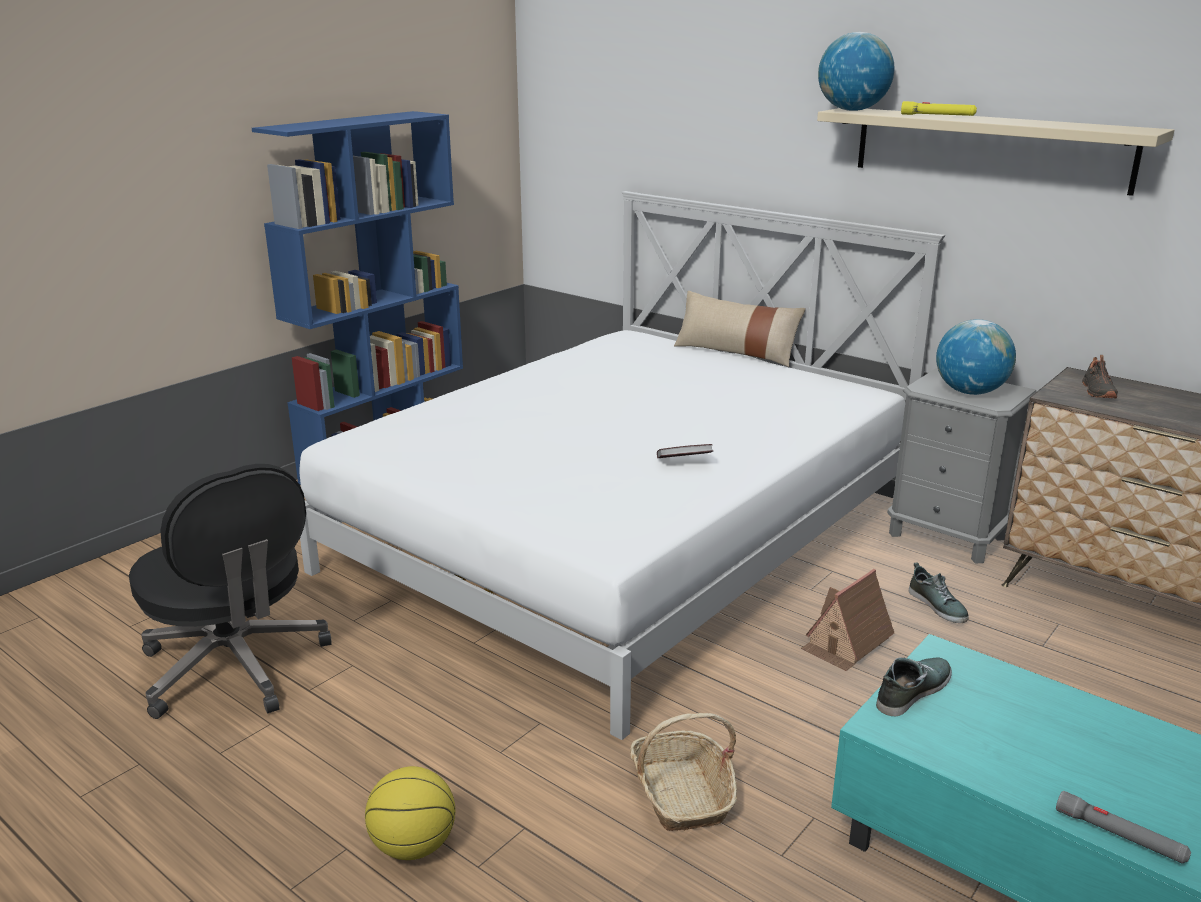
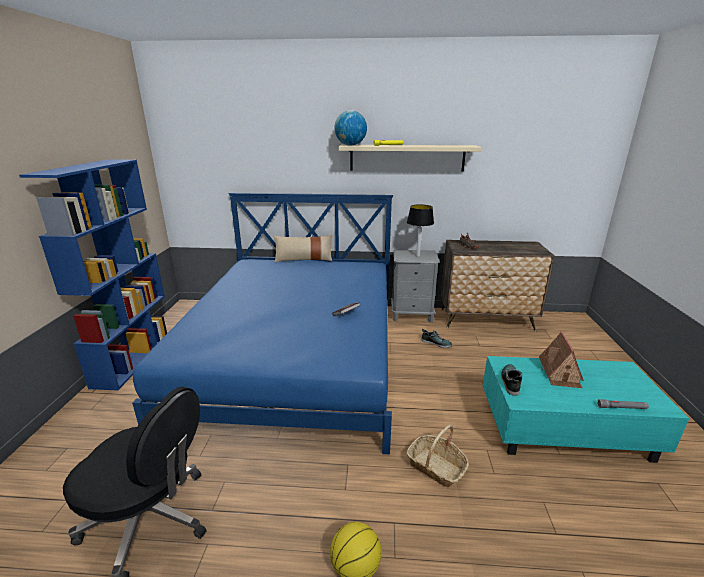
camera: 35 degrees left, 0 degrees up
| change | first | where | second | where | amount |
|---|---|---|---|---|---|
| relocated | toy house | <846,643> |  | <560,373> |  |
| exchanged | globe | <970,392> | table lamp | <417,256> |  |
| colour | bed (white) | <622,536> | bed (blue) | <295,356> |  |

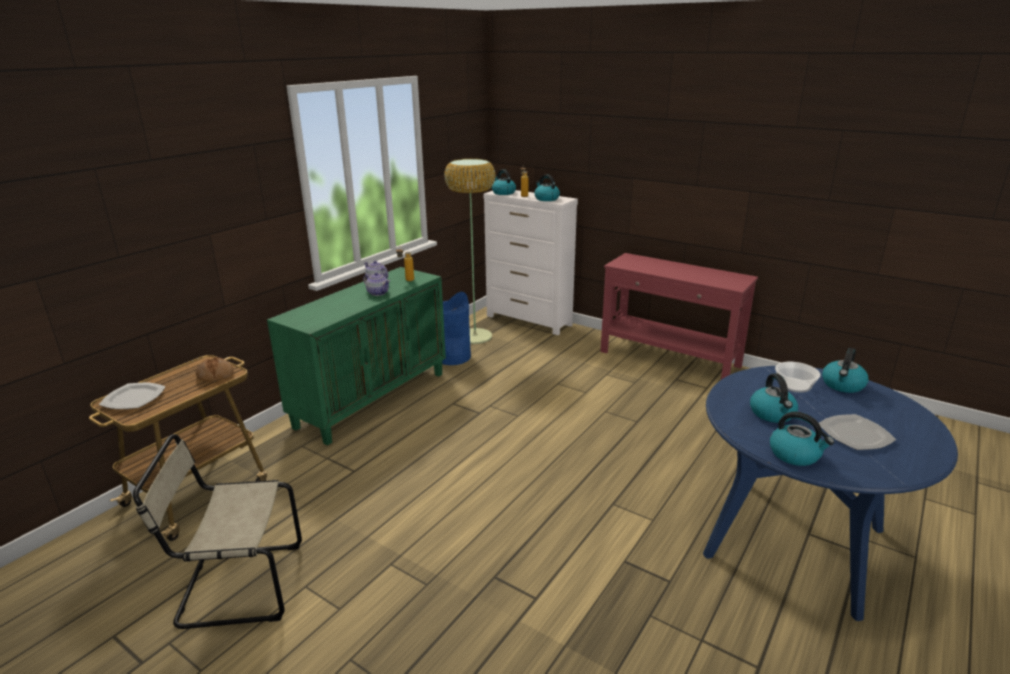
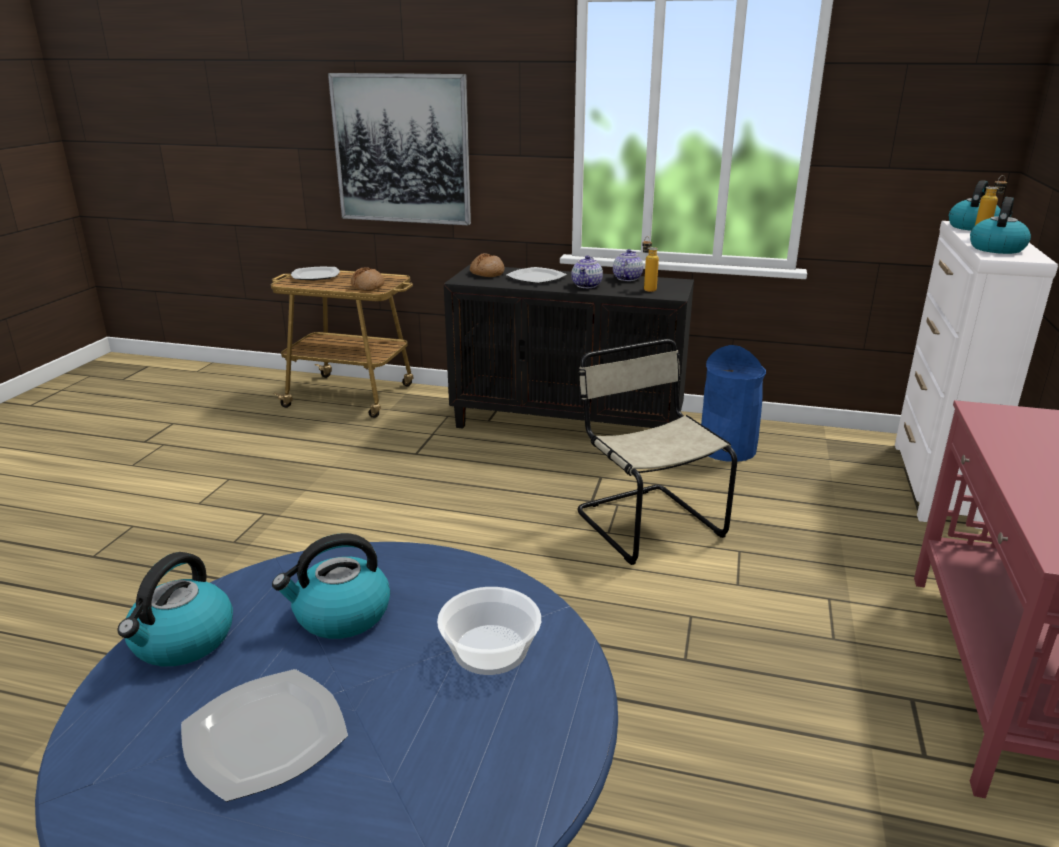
camera: 70 degrees right, 0 degrees up
| change | first | where | second | where | amount |
|---|---|---|---|---|---|
| missing | floor lamp | <475,336> |  |  |  |
| missing | kettle | <843,385> |  |  |  |
| appeared |  |  | picture | <402,149> |  |
| appeared |  |  | bread | <487,273> |  |
| appeared |  |  | plate | <537,278> |  |
| relocated | chair (beige) | <237,585> |  | <645,521> |  |
| colour | cabinet (green) | <372,399> | cabinet (black) | <568,425> |  |

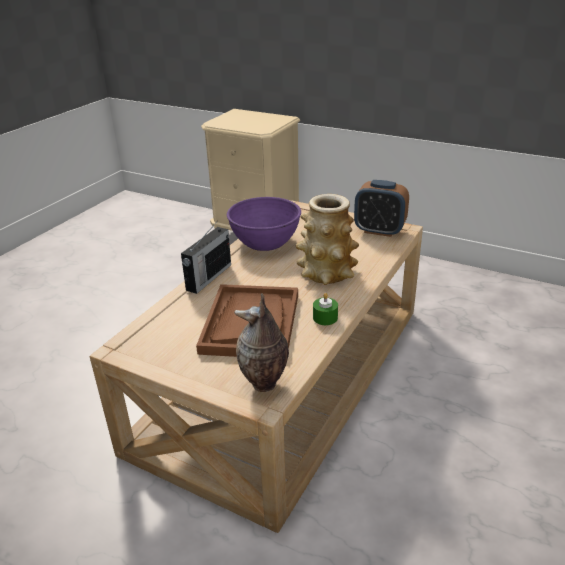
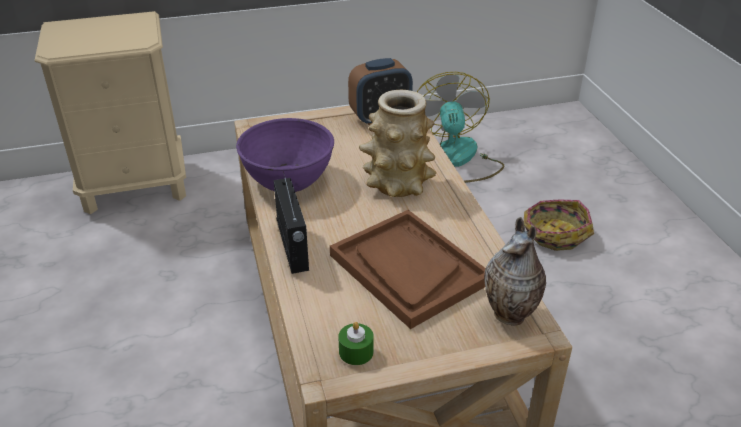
camera: 45 degrees left, 5 degrees up
| change | first | where | second | where | amount |
|---|---|---|---|---|---|
| appeared |  |  | fan | <457,160> |  |
| appeared |  |  | basket | <554,233> |  |
| relocated | candle (green) | <325,318> |  | <356,352> |  |

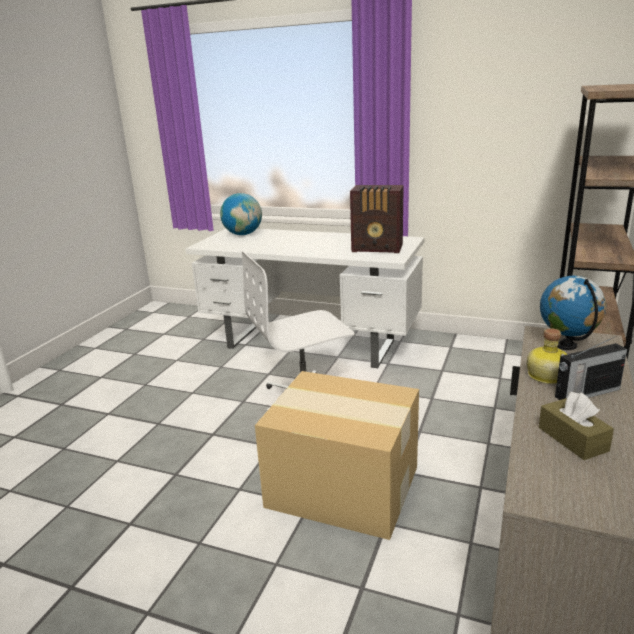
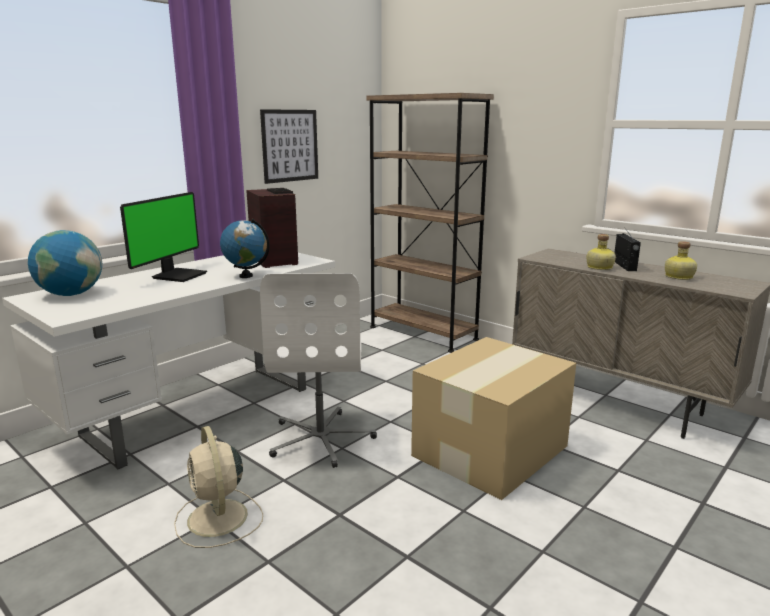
camera: 70 degrees left, 5 degrees down
| change | first | where | second | where | amount |
|---|---|---|---|---|---|
| appeared |  |  | monitor | <178,275> |  |
| appeared |  |  | fan (beige) | <218,519> |  |
| appeared |  |  | picture | <290,145> |  |
| relocated | globe | <567,346> |  | <246,276> |  |
| exchanged | tissue box (brown) | <572,439> | bottle | <678,277> |  |
| spun | radio | <378,248> |  | <275,260> | 60 degrees counterclockwise |

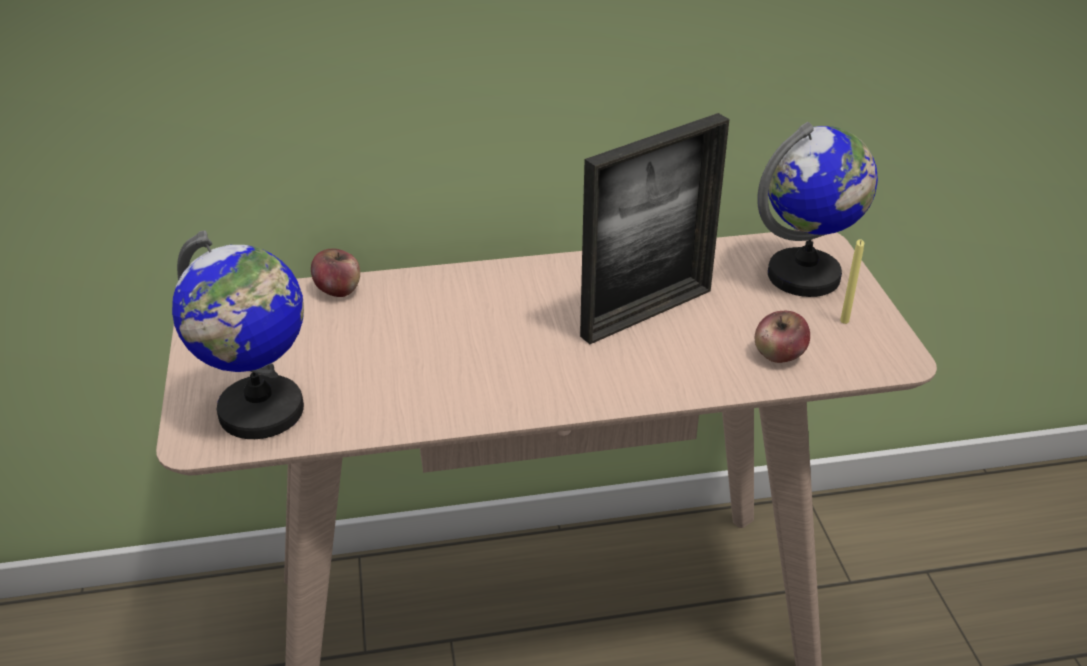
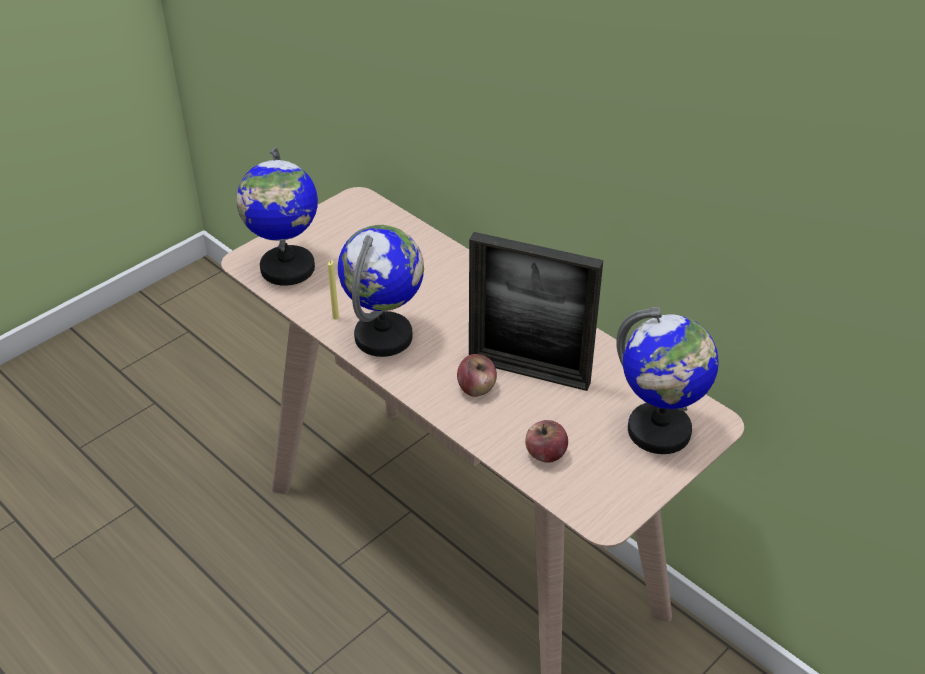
camera: 55 degrees right, 5 degrees up
| change | first | where | second | where | amount |
|---|---|---|---|---|---|
| appeared |  |  | globe | <384,336> |  |
| relocated | apple | <338,290> |  | <476,388> |  |
| relocated | candle (yellow) | <844,321> |  | <335,317> |  |

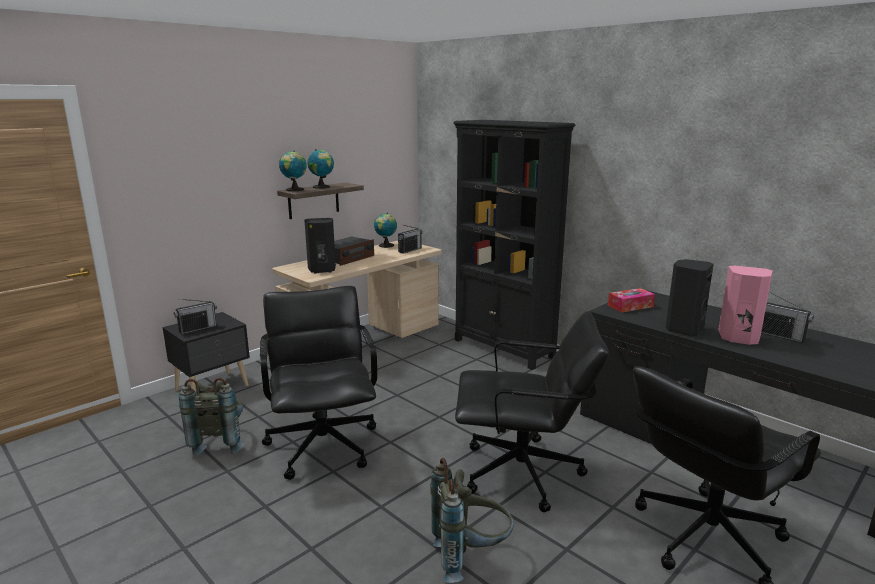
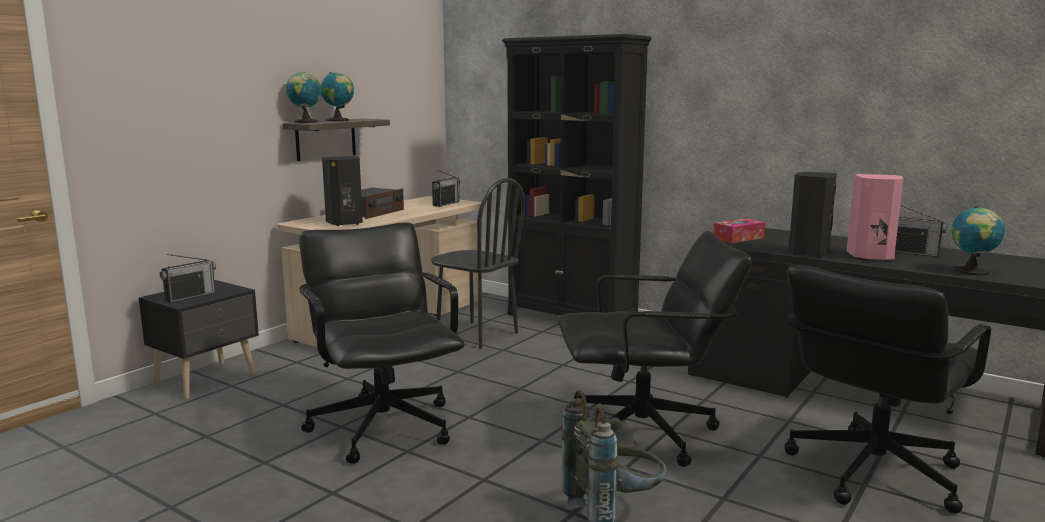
camera: 10 degrees left, 5 degrees down
| change | first | where | second | where | amount |
|---|---|---|---|---|---|
| missing | backpack (grey) | <219,441> |  |  |  |
| appeared |  |  | chair (black) | <476,334> |  |
| relocated | globe | <386,246> |  | <972,272> |  |

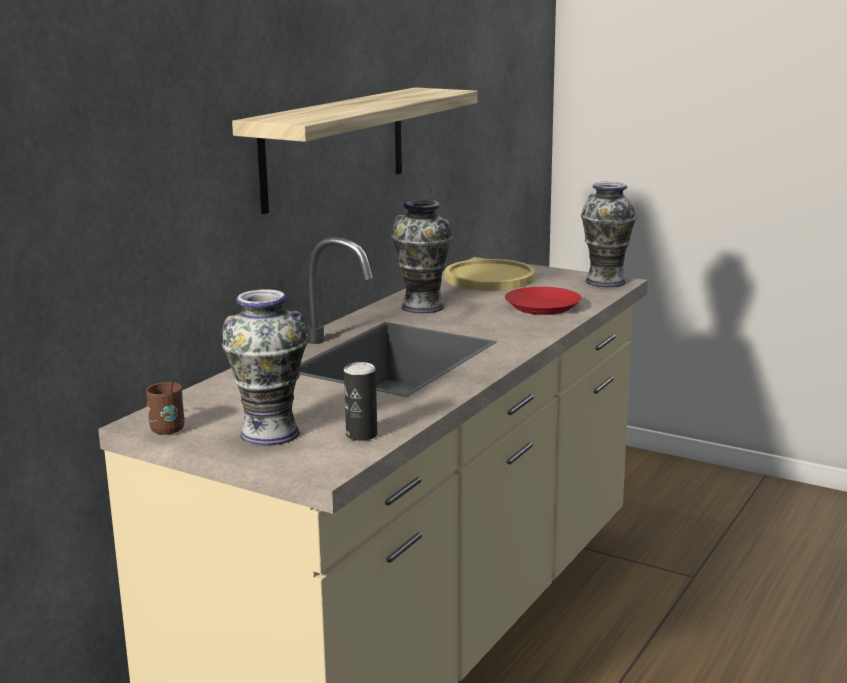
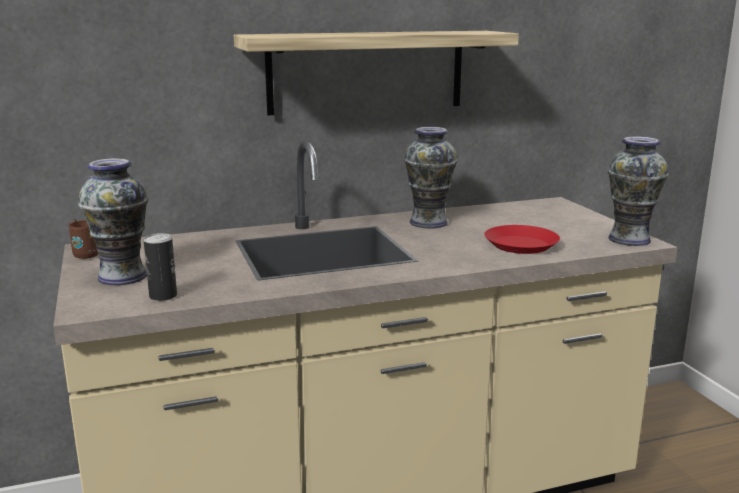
camera: 40 degrees right, 0 degrees up
| change | first | where | second | where | amount |
|---|---|---|---|---|---|
| missing | plate (yellow) | <489,278> |  |  |  |

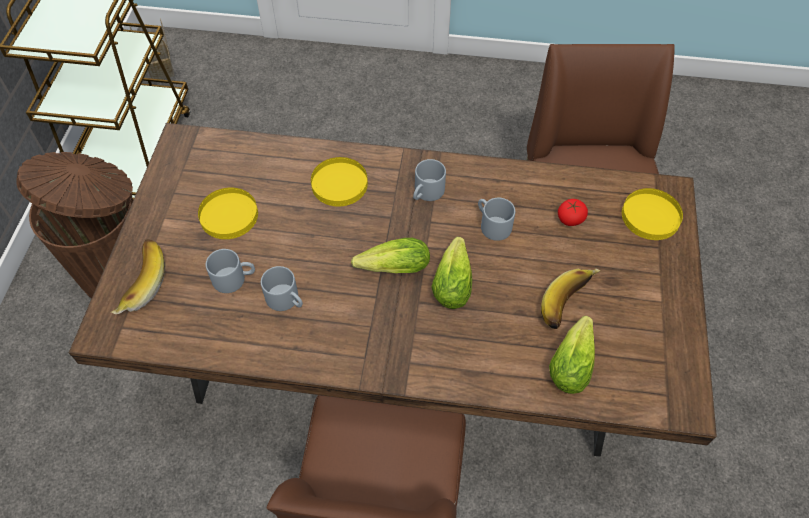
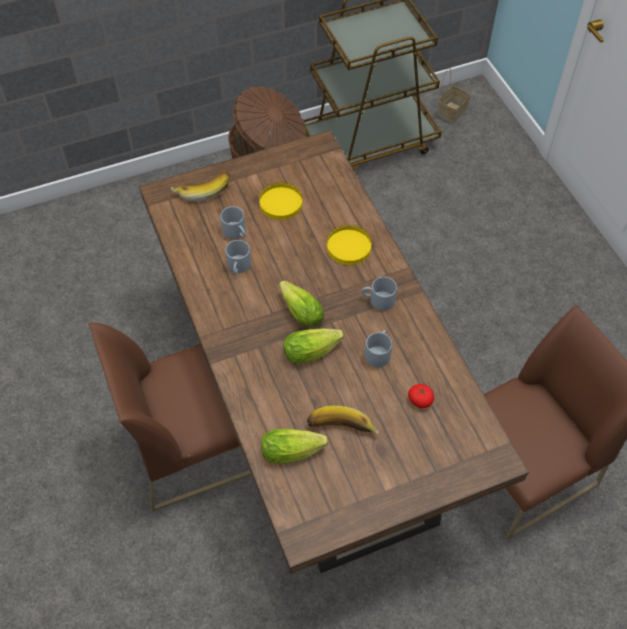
camera: 60 degrees right, 0 degrees up
| change | first | where | second | where | amount |
|---|---|---|---|---|---|
| missing | plate (yellow) | <650,216> |  |  |  |

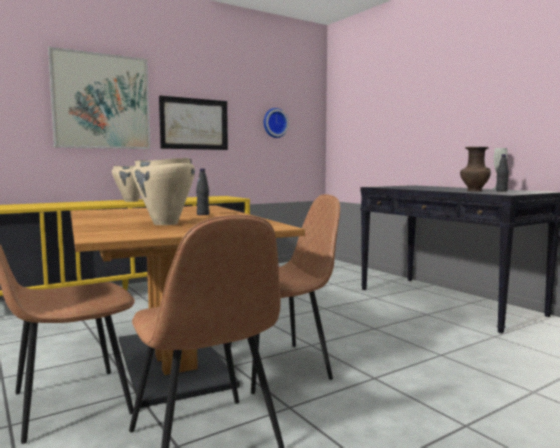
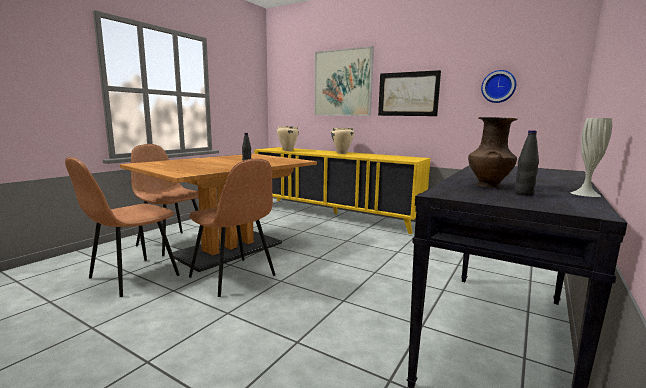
camera: 65 degrees right, 5 degrees up
| change | first | where | second | where | amount |
|---|---|---|---|---|---|
| relocated | cooking pot (beige) | <165,224> |  | <287,150> |  |

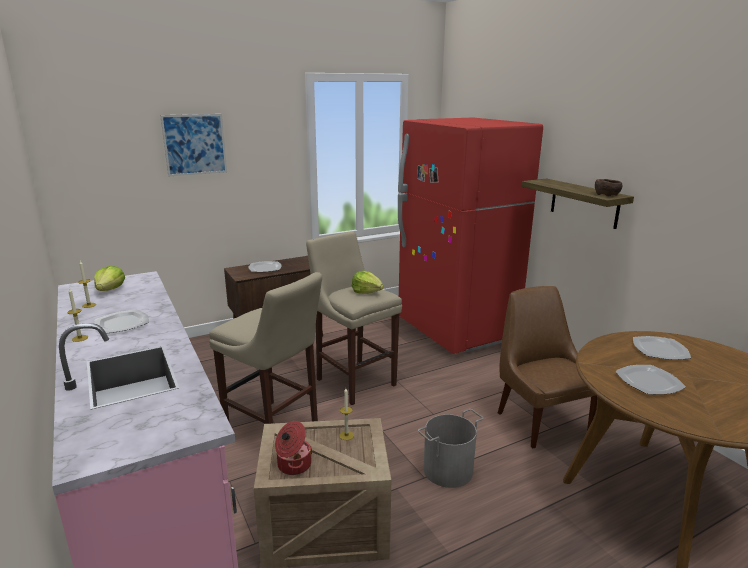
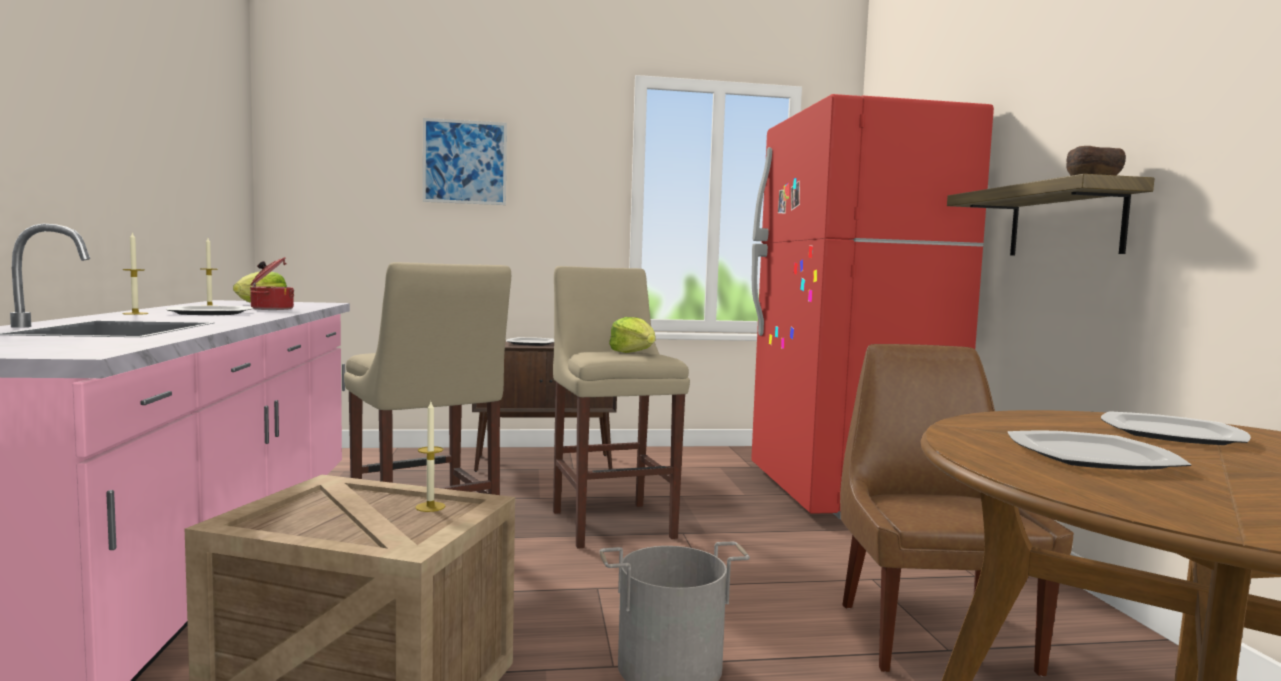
camera: 20 degrees right, 15 degrees down
| change | first | where | second | where | amount |
|---|---|---|---|---|---|
| relocated | cooking pot | <293,465> |  | <271,309> |  |

